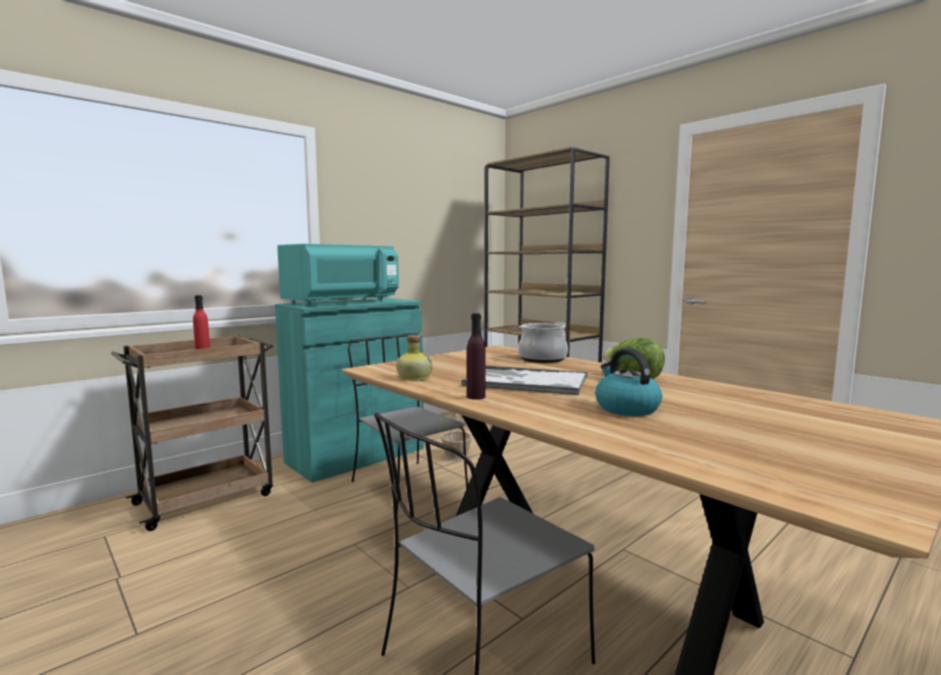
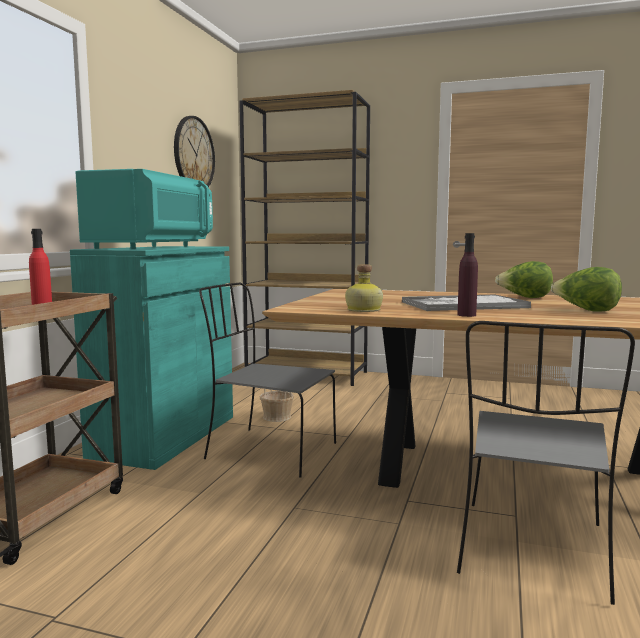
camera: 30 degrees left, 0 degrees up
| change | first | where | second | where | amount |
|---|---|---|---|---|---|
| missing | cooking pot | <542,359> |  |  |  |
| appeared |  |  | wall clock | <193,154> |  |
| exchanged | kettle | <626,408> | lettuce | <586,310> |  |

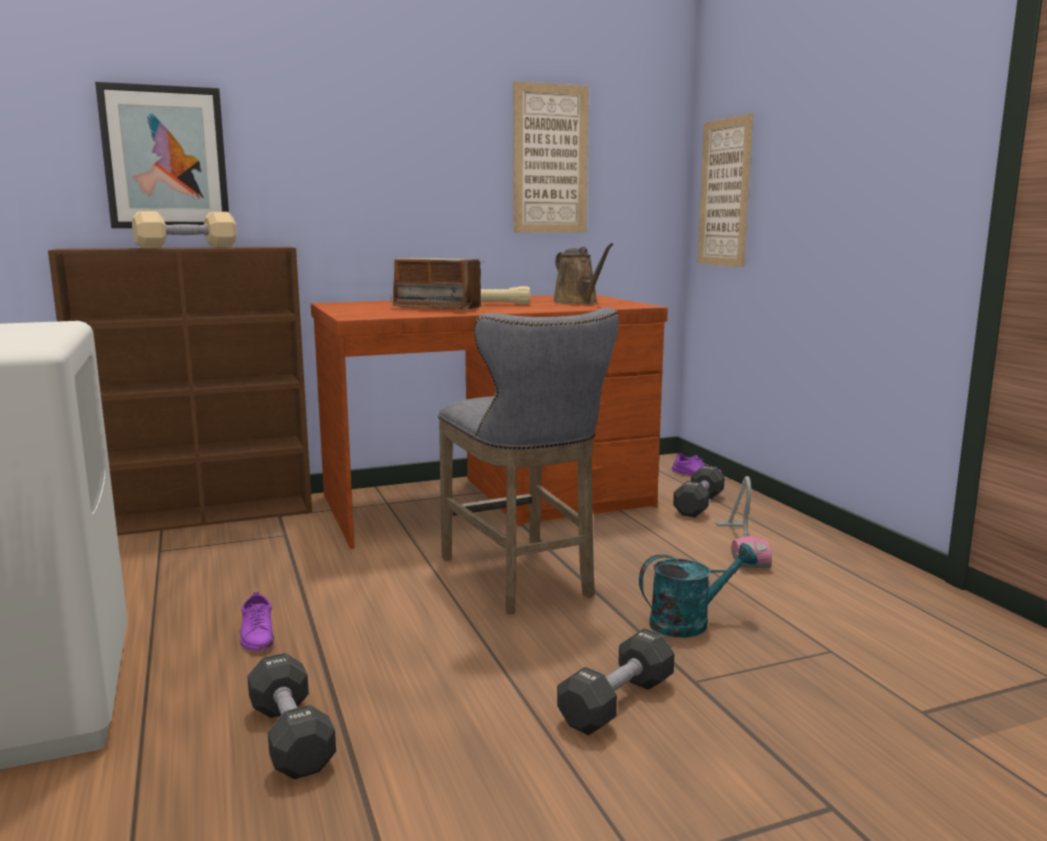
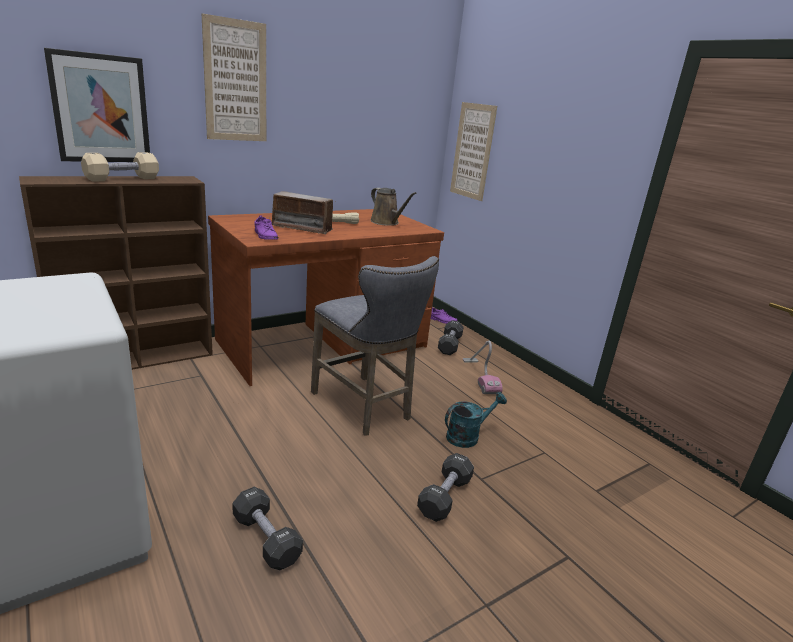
camera: 15 degrees left, 10 degrees up
| change | first | where | second | where | amount |
|---|---|---|---|---|---|
| relocated | shoe (purple) | <257,635> |  | <265,236> |  |
| relocated | picture | <550,159> |  | <235,81> |  |

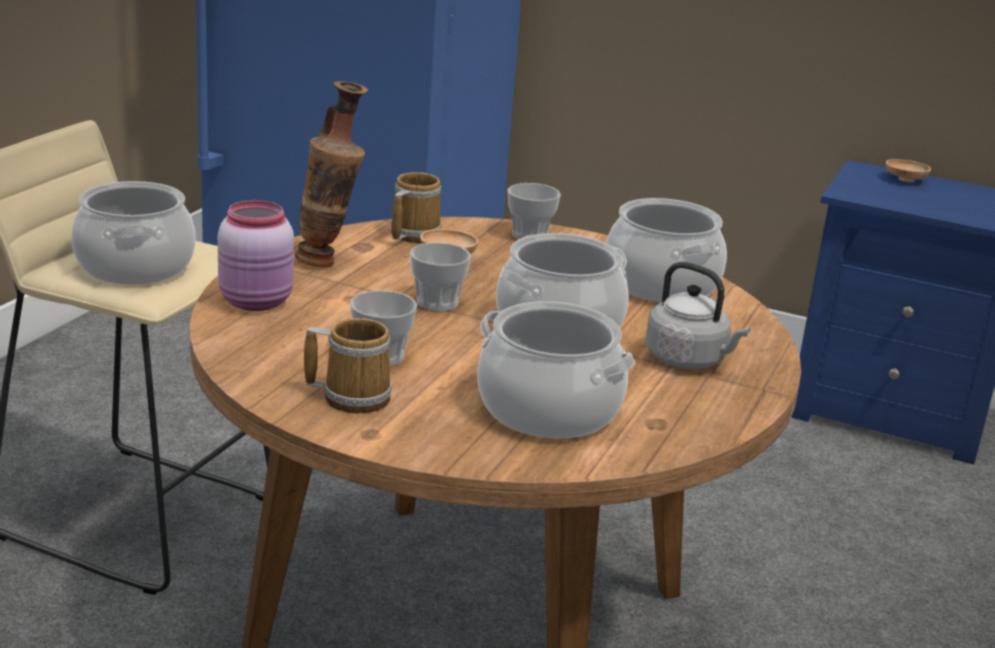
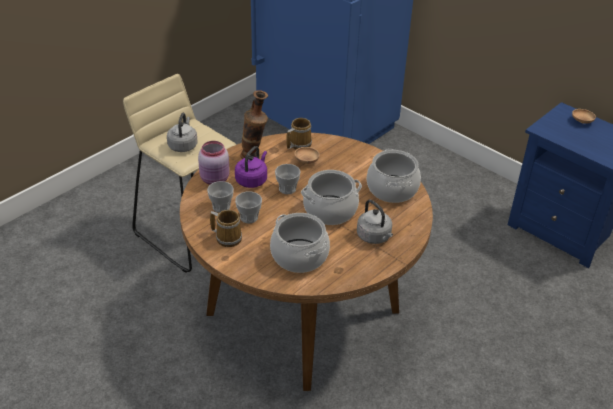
camera: 20 degrees right, 15 degrees up
| change | first | where | second | where | amount |
|---|---|---|---|---|---|
| appeared |  |  | kettle (purple) | <252,180> |  |
| relocated | cup | <530,235> |  | <221,207> |  |
| exchanged | cooking pot | <134,266> | kettle (grey) | <183,145> |  |

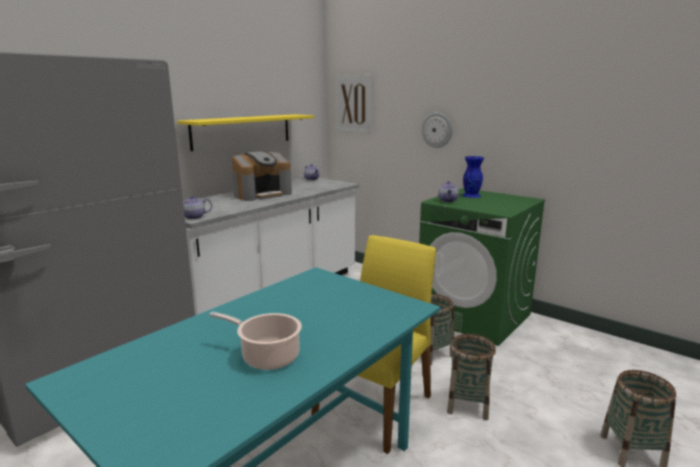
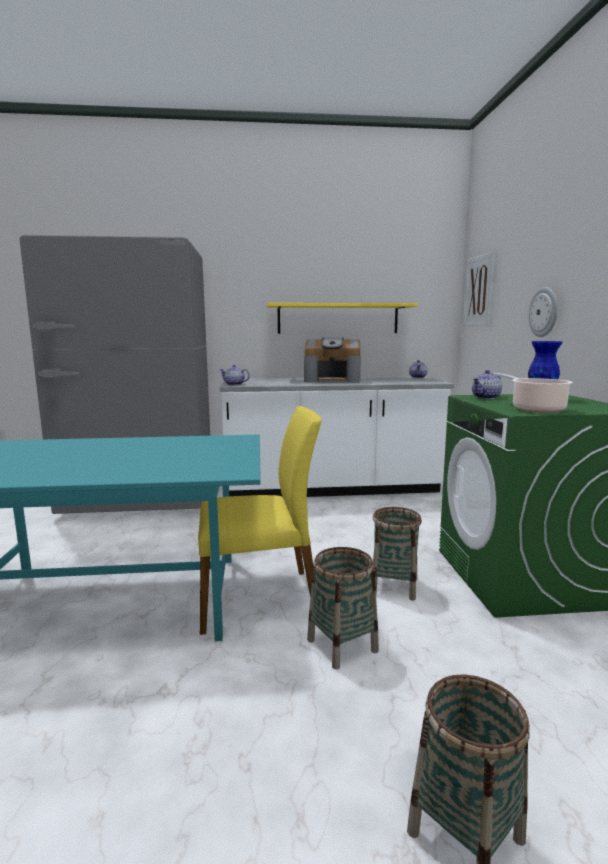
camera: 45 degrees right, 5 degrees down
| change | first | where | second | where | amount |
|---|---|---|---|---|---|
| relocated | cooking pot | <267,356> |  | <535,409> |  |

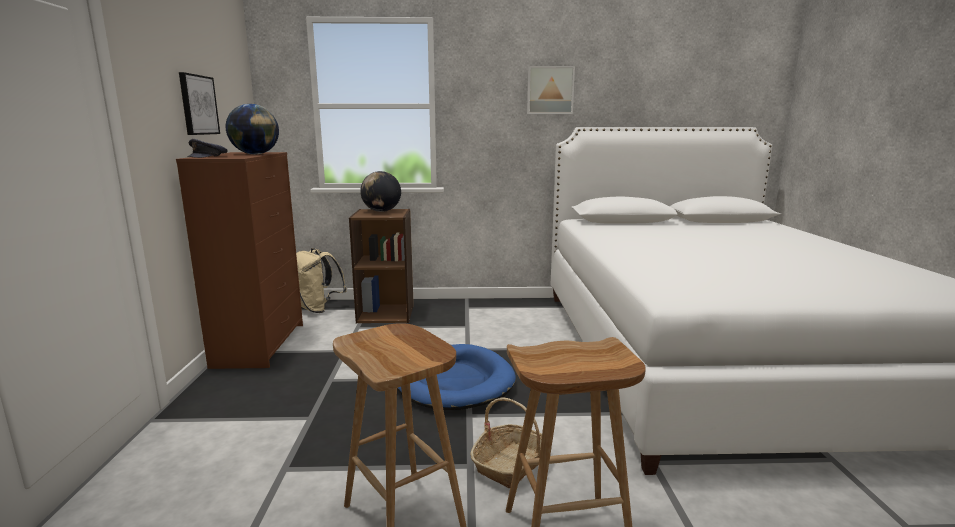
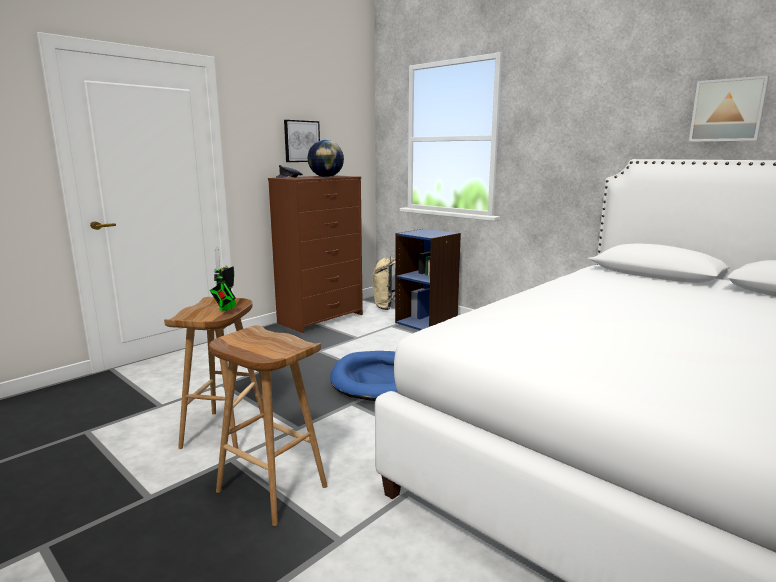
camera: 45 degrees right, 0 degrees up
| change | first | where | second | where | amount |
|---|---|---|---|---|---|
| missing | globe | <381,211> |  |  |  |
| missing | basket | <511,464> |  |  |  |
| appeared |  |  | toy robot | <226,308> |  |
| relocated | picture | <550,90> |  | <728,110> |  |
| colour | bookcase (brown) | <386,313> | bookcase (blue) | <426,322> |  |

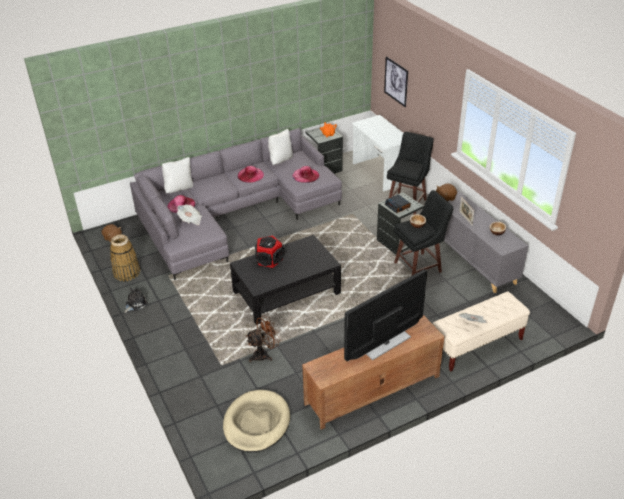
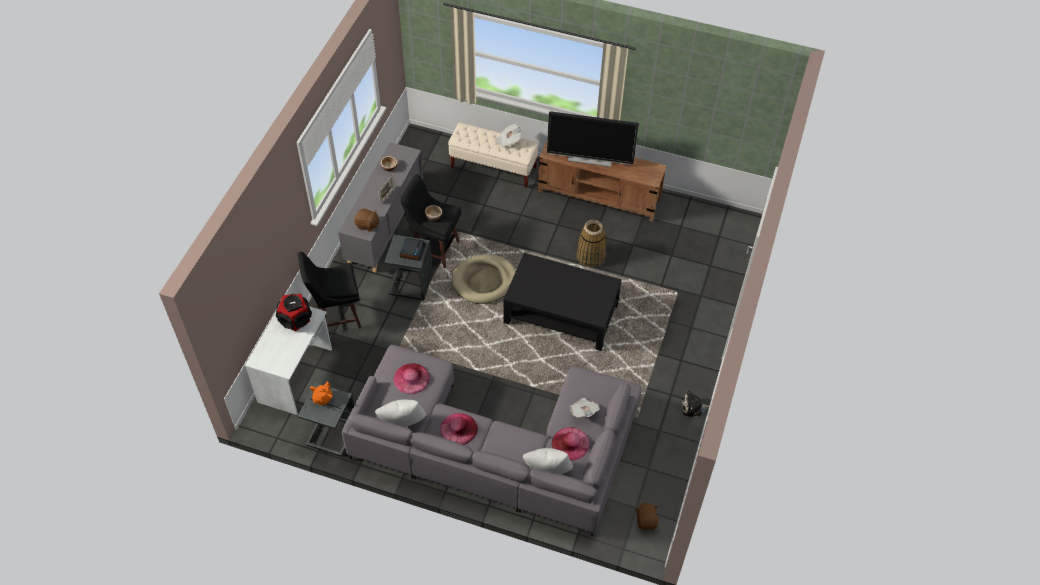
camera: 135 degrees left, 15 degrees up
| change | first | where | second | where | amount |
|---|---|---|---|---|---|
| missing | fan (brown) | <264,354> |  |  |  |
| missing | picture | <396,81> |  |  |  |
| relocated | basket | <126,272> |  | <590,256> |  |
| relocated | dog bed (beige) | <256,423> |  | <484,281> |  |
| relocated | speaker | <269,260> |  | <295,319> |  |

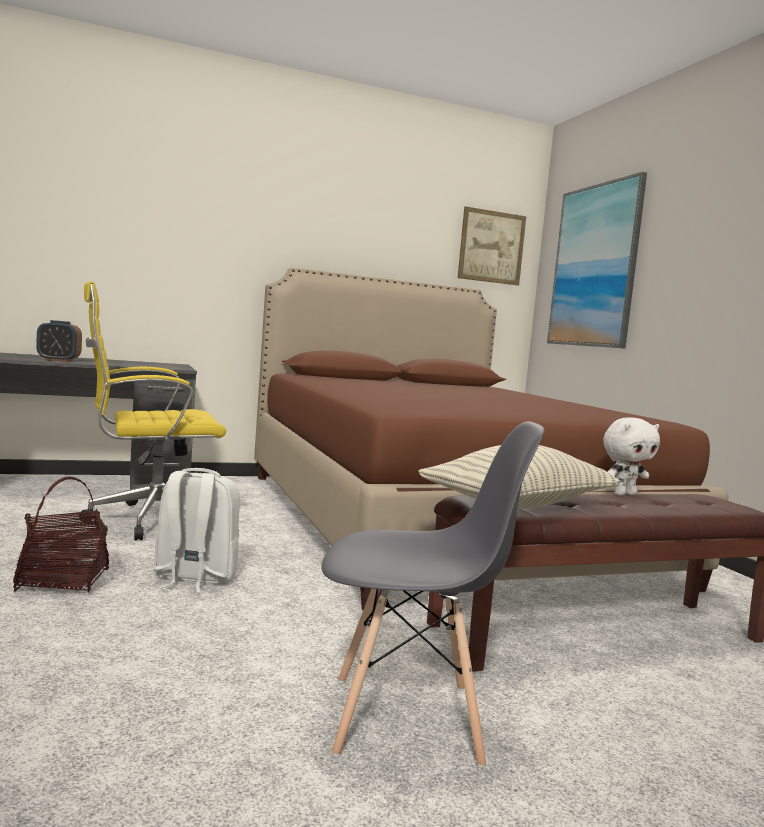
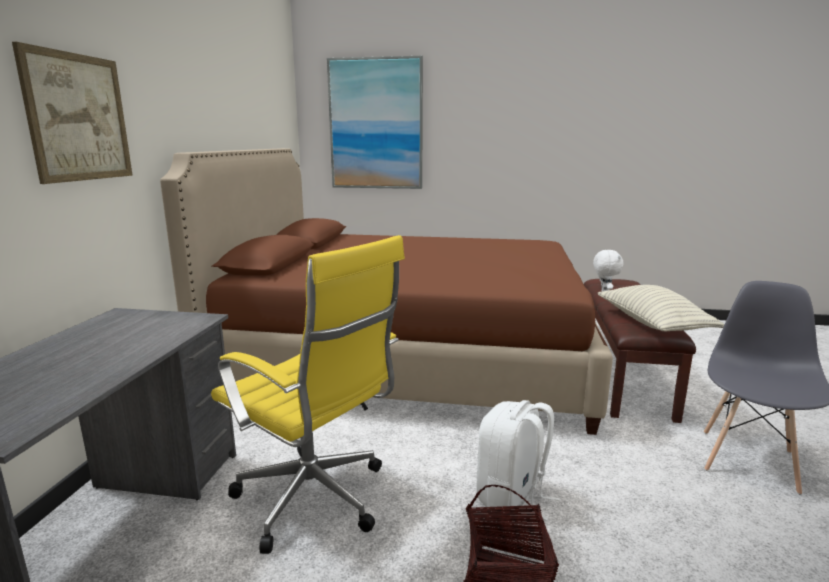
camera: 60 degrees left, 10 degrees up
| change | first | where | second | where | amount |
|---|---|---|---|---|---|
| missing | alarm clock | <58,360> |  |  |  |
| relocated | picture | <491,247> |  | <78,118> |  |
| spun | office chair (yellow) | <147,521> |  | <316,501> | 60 degrees counterclockwise |

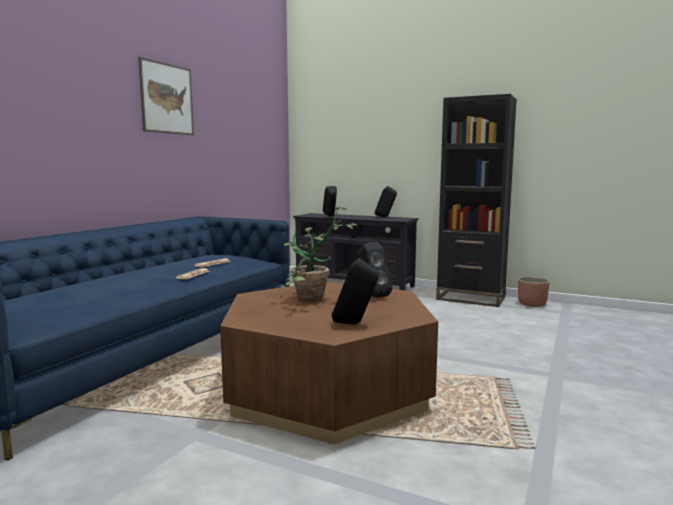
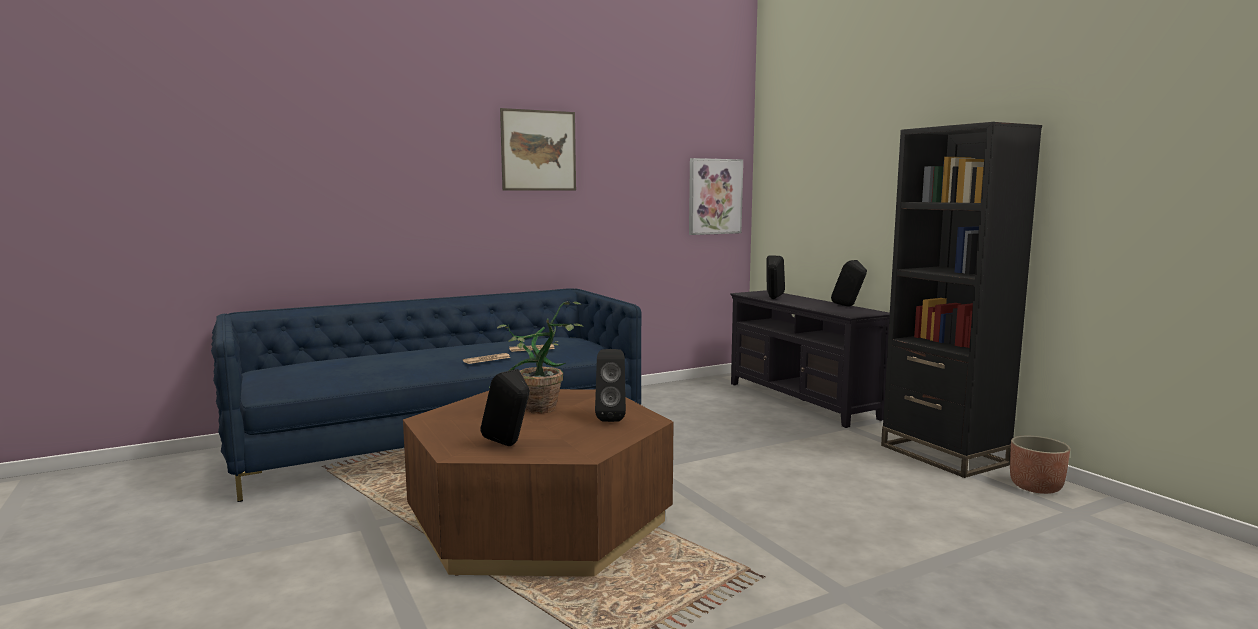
camera: 35 degrees right, 0 degrees up
| change | first | where | second | where | amount |
|---|---|---|---|---|---|
| appeared |  |  | picture | <714,196> |  |

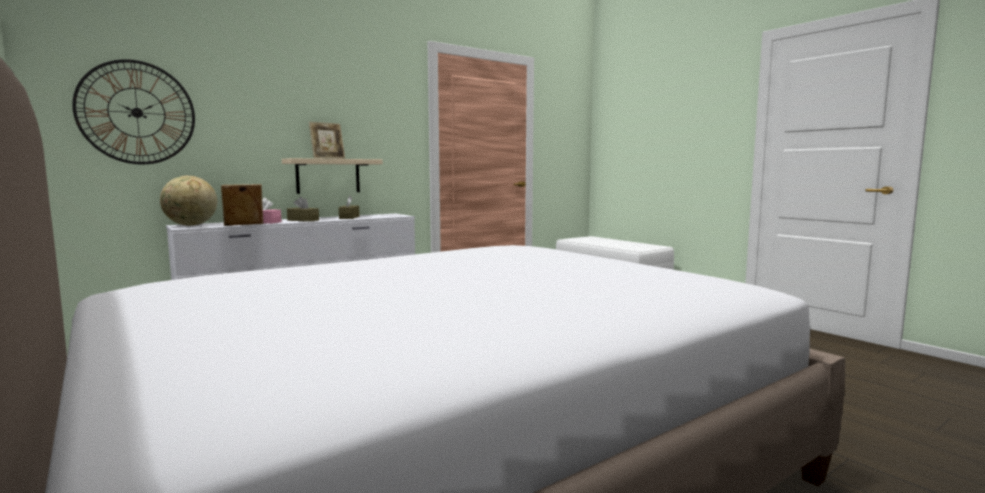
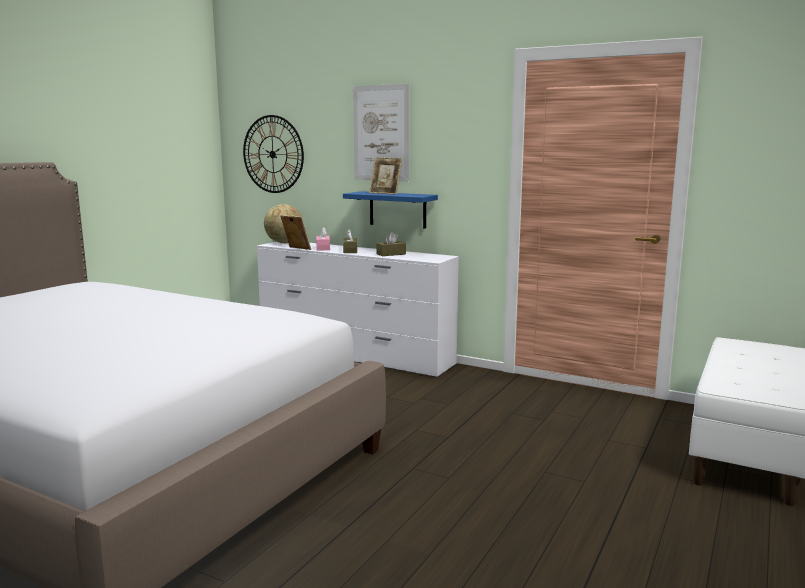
camera: 65 degrees right, 5 degrees up
| change | first | where | second | where | amount |
|---|---|---|---|---|---|
| appeared |  |  | picture | <381,133> |  |
| colour | shelf (beige) | <328,176> | shelf (blue) | <397,209> |  |

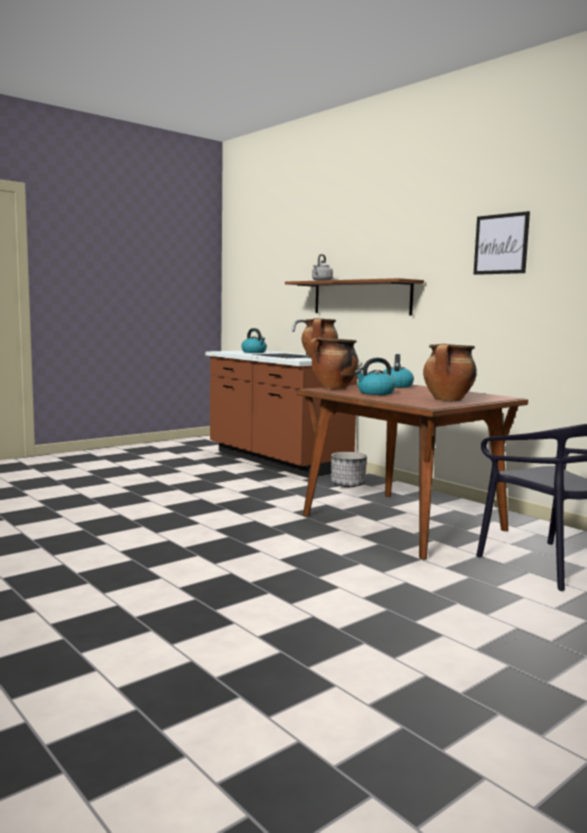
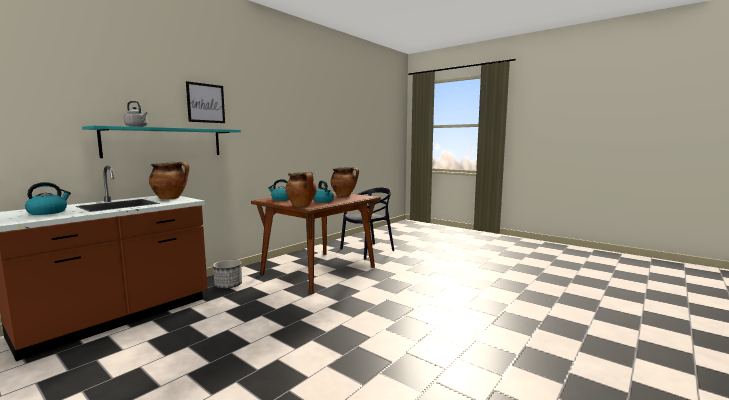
camera: 100 degrees left, 0 degrees up
| change | first | where | second | where | amount |
|---|---|---|---|---|---|
| relocated | picture | <501,244> |  | <206,103> |  |
| colour | shelf (brown) | <361,298> | shelf (turquoise) | <165,142> |  |

